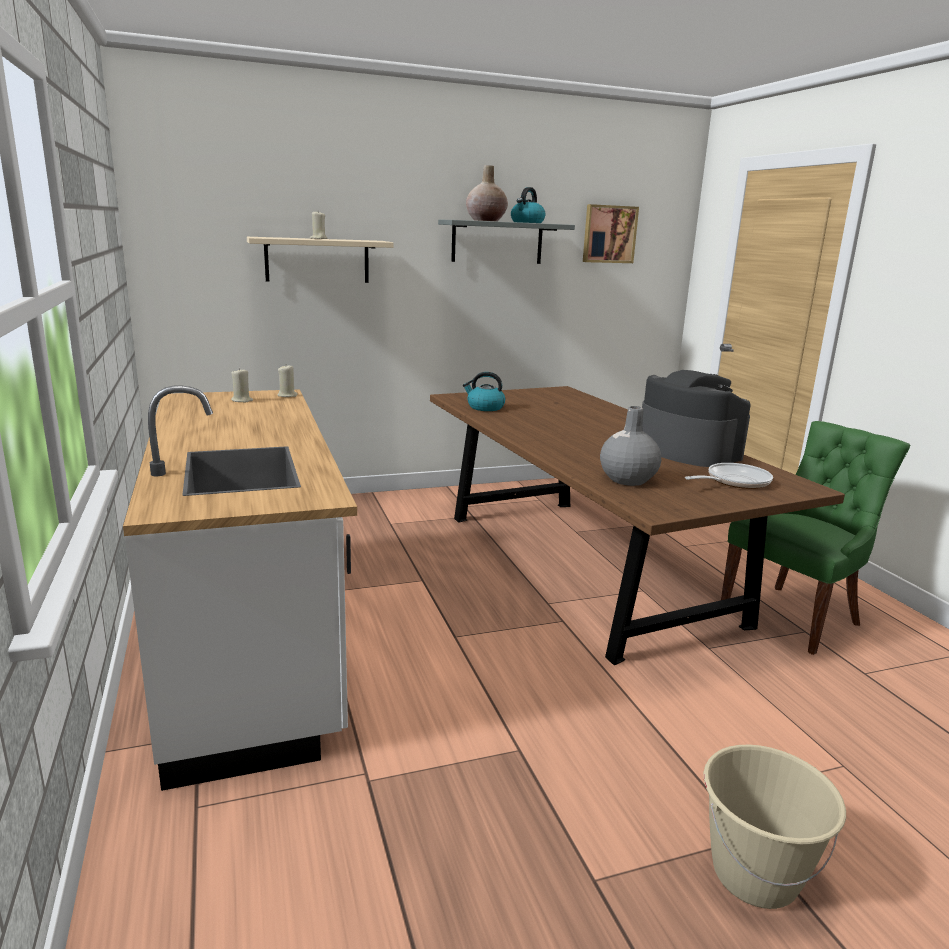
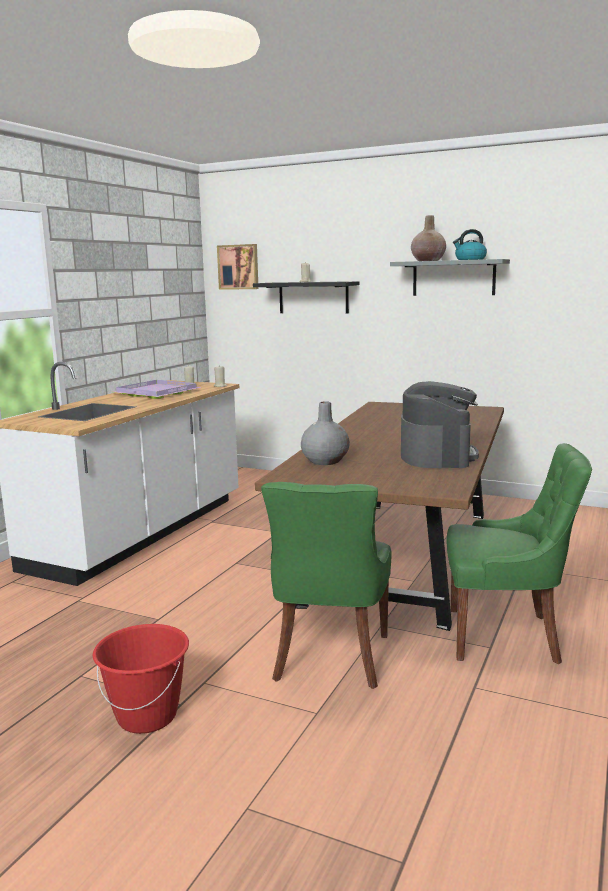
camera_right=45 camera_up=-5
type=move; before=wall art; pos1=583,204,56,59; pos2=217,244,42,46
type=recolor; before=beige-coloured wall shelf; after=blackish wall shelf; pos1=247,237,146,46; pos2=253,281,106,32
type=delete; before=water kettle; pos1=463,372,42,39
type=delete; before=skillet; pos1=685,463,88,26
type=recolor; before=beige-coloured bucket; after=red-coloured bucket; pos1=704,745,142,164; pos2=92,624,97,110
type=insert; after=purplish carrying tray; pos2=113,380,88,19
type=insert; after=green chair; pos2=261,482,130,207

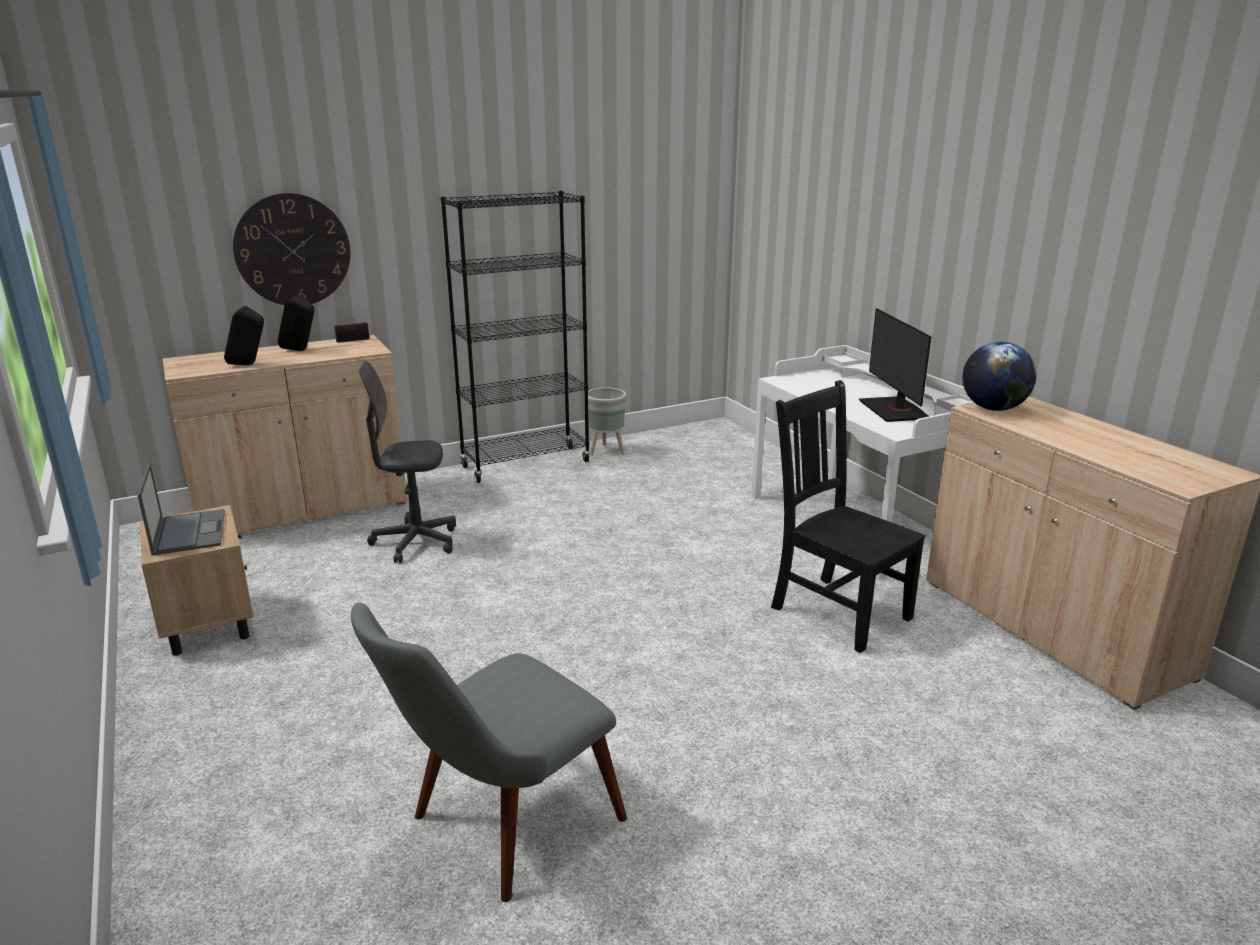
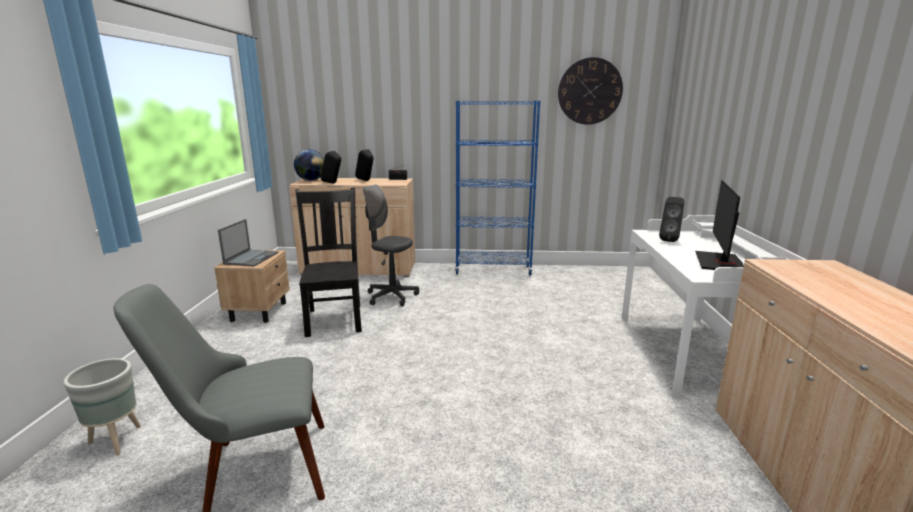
camera_right=30 camera_up=-5
type=recolor; before=blackish bookcase; after=blue-coloured bookcase; pos1=441,191,150,292; pos2=455,101,85,175
type=move; before=hanging clock; pos1=233,193,118,112; pos2=558,57,65,68
type=move; before=world globe; pos1=962,342,75,69; pos2=294,149,30,32
type=move; before=blackish chair; pos1=771,380,155,273; pos2=295,187,67,150
type=move; before=greyish plant pot; pos1=588,387,38,69; pos2=64,358,77,97
type=insert; after=blackish audio speaker; pos2=659,197,25,45

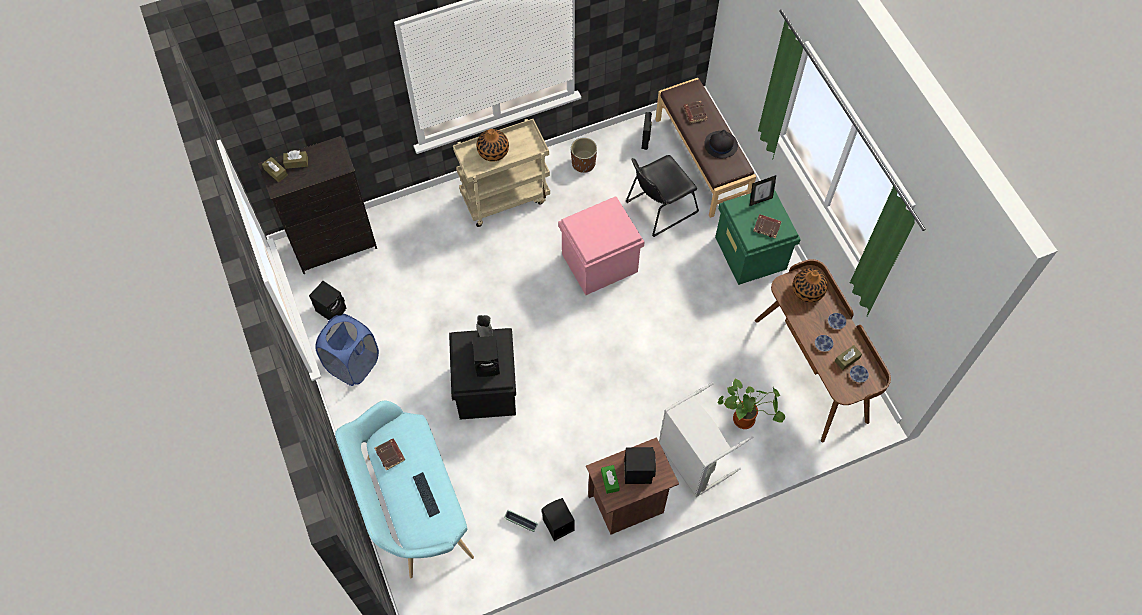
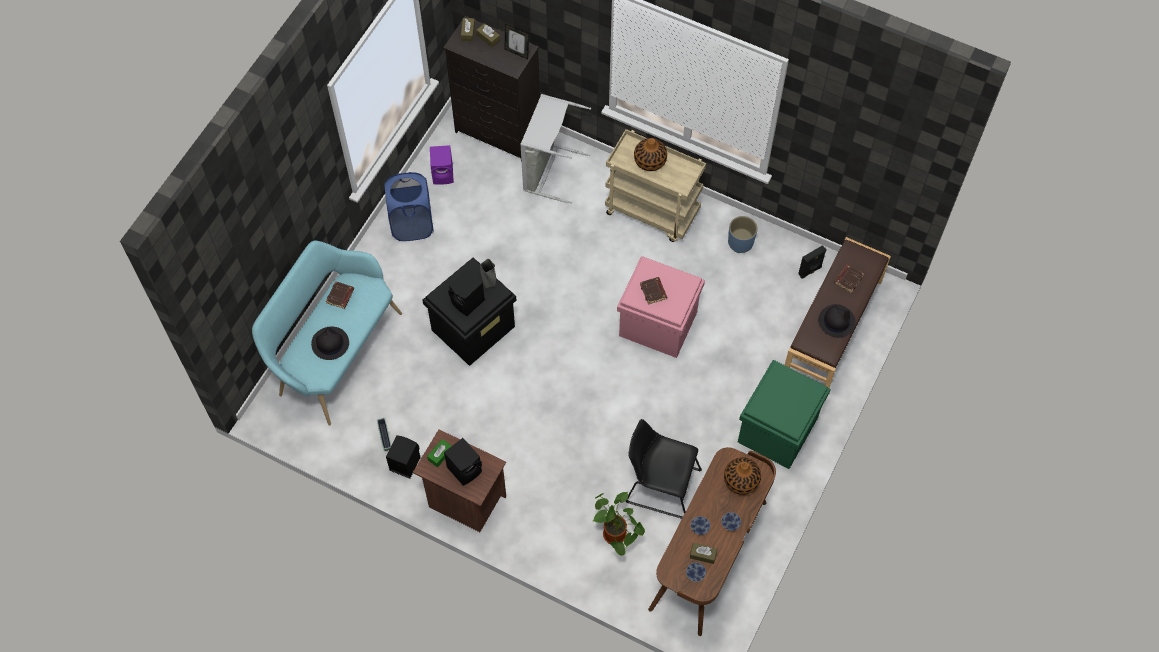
camera_right=50 camera_up=0
type=recolor; before=brown-coloured plant pot; after=blue-coloured plant pot; pos1=571,137,26,36; pos2=728,216,29,37
type=move; before=blackish chair; pos1=626,155,73,82; pos2=625,419,77,100
type=move; before=photo frame; pos1=749,175,27,31; pos2=504,24,25,35
type=move; before=brown-coloured bound book; pos1=753,214,29,24; pos2=640,277,27,28
type=recolor; before=blackish audio speaker; after=purplish audio speaker; pos1=309,281,37,39; pos2=430,145,24,40
type=move; before=greyish laundry basket; pos1=659,382,94,115; pos2=520,94,71,110
type=replace; before=keyboard; after=blackish hat; pos1=413,472,27,45; pos2=311,326,38,34

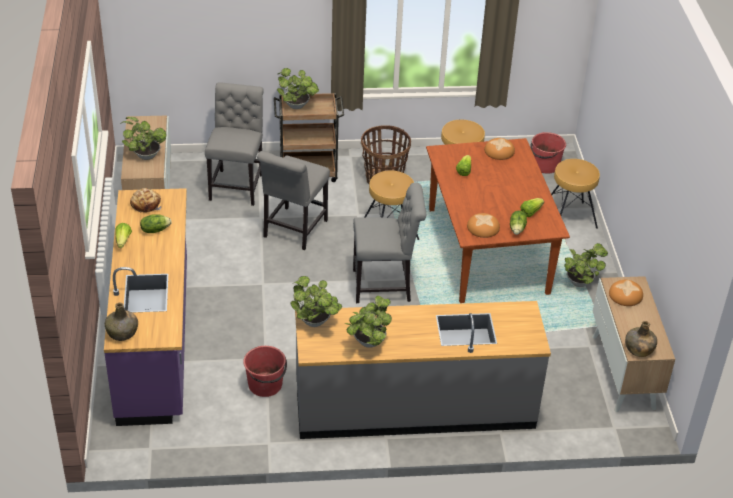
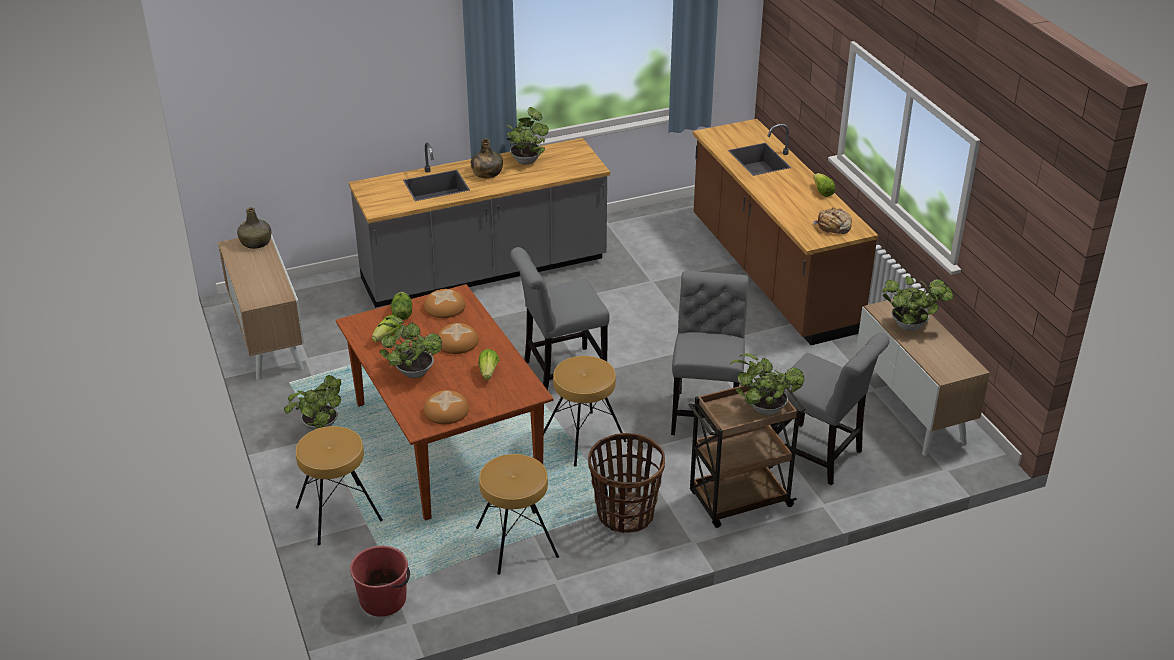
camera_right=165 camera_up=-5
type=rotate; before=greyish chair; pos1=205,82,59,124; pos2=771,333,119,152; turn=-45
type=recolor; before=purplish kitchen counter; after=brown-coloured kitchen counter; pos1=104,188,83,238; pos2=693,119,185,226
type=delete; before=lettuce; pos1=140,215,32,18
type=move; before=potted plant; pos1=290,276,52,51; pos2=378,317,64,61
type=move; before=bakery bread; pos1=609,280,34,26; pos2=438,323,41,31
type=move; before=green drink bottle; pos1=105,303,33,38; pos2=471,139,32,39
type=delete; before=red-coloured bucket; pos1=243,346,44,51

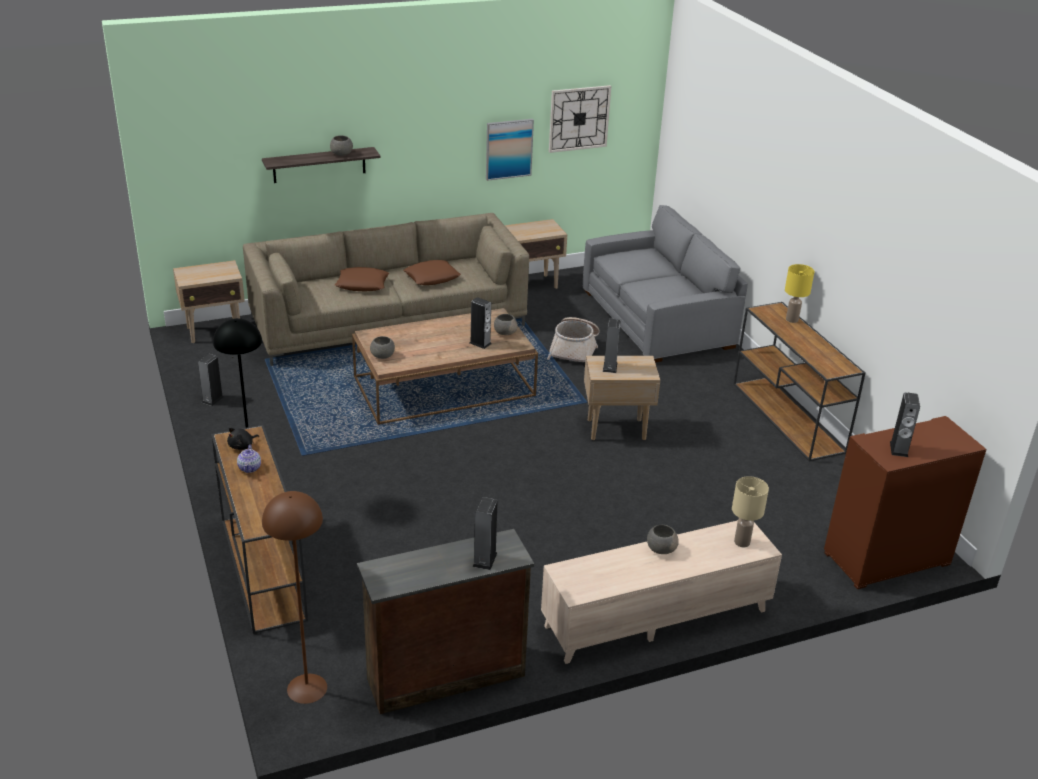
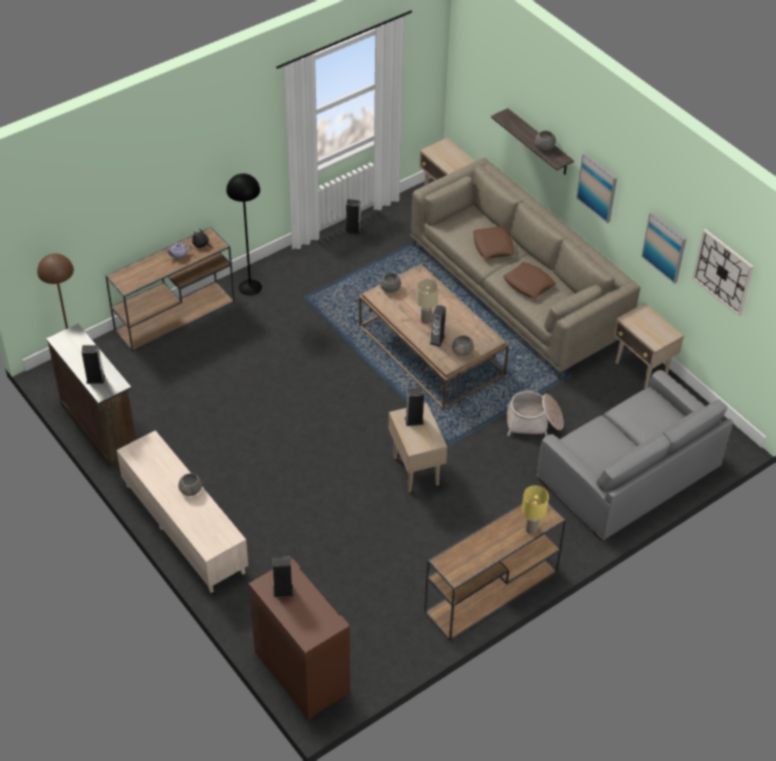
camera_right=75 camera_up=15
type=move; before=beige-coloured lamp for a table; pos1=732,476,37,71; pos2=416,279,23,45
type=insert; after=wall art; pos2=576,153,41,70

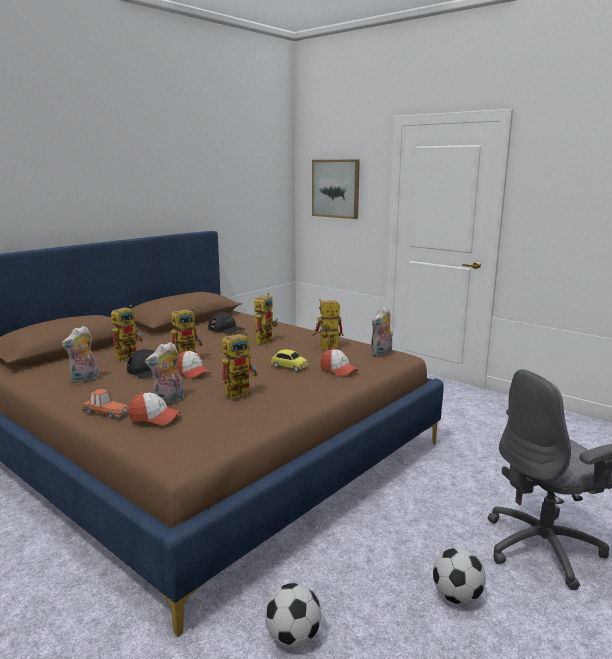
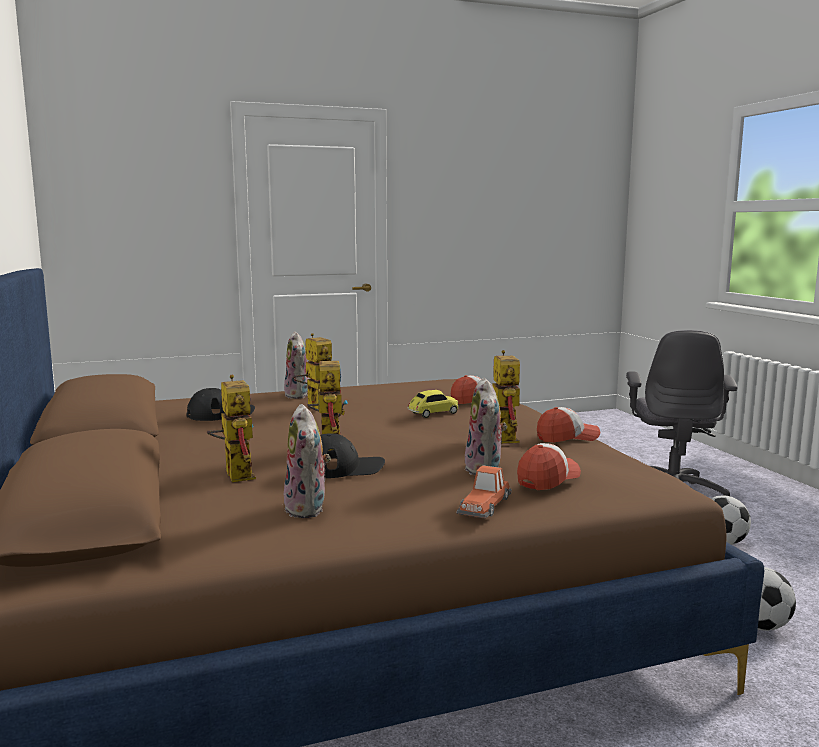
camera_right=-60 camera_up=-5
type=delete; before=wall art; pos1=312,160,48,59
type=delete; before=toy robot; pos1=312,299,32,50
type=move; before=cuddly toy; pos1=370,306,23,51; pos2=283,331,26,68
type=move; before=cap; pos1=177,350,33,29; pos2=537,407,63,36
type=rotate; before=miniature car; pos1=82,389,47,30; pos2=456,465,56,54; turn=150

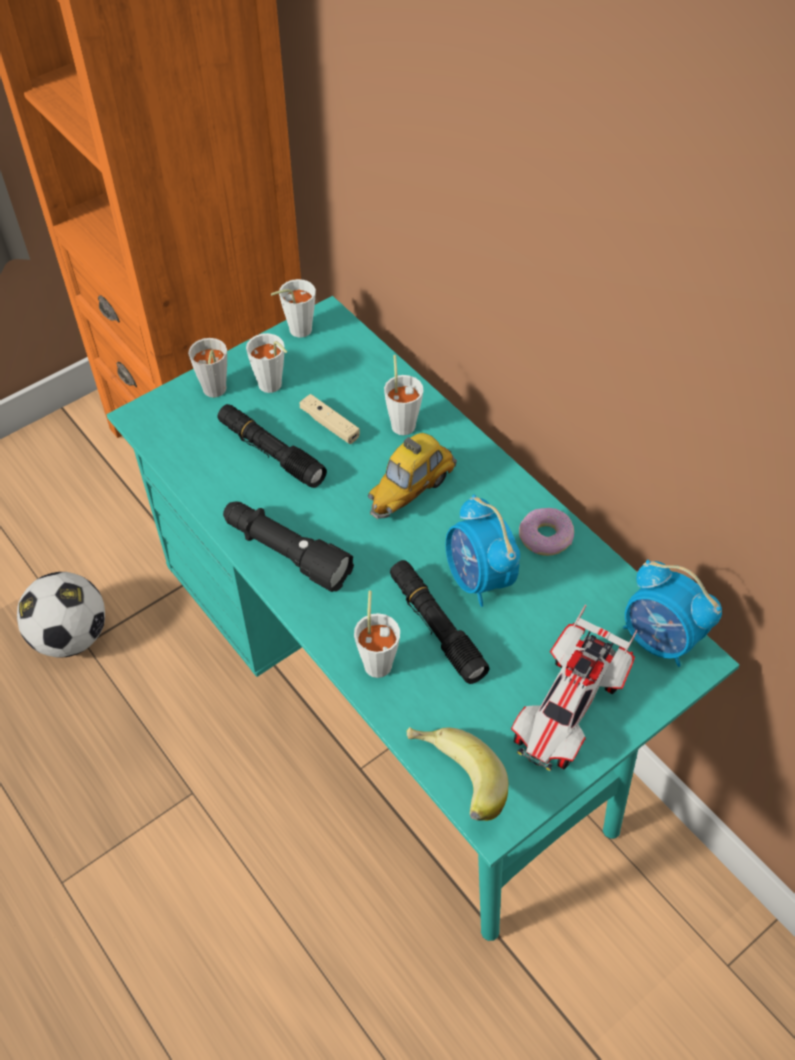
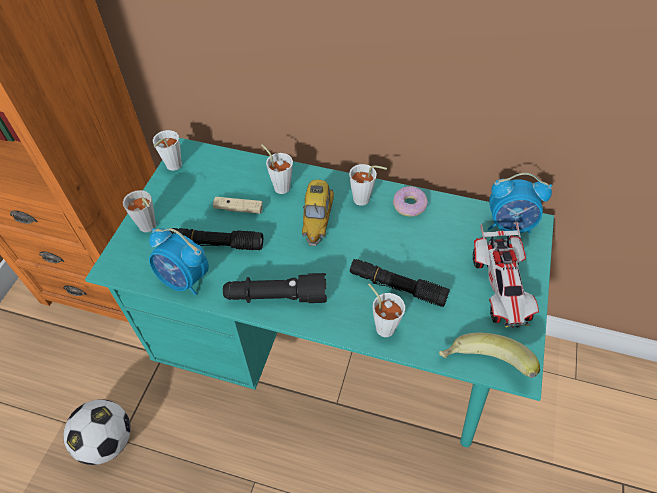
camera_right=-35 camera_up=0
type=move; before=white-coloured cup; pos1=246,333,41,60; pos2=349,164,38,42
type=move; before=alarm clock; pos1=445,494,75,113; pos2=149,228,60,67

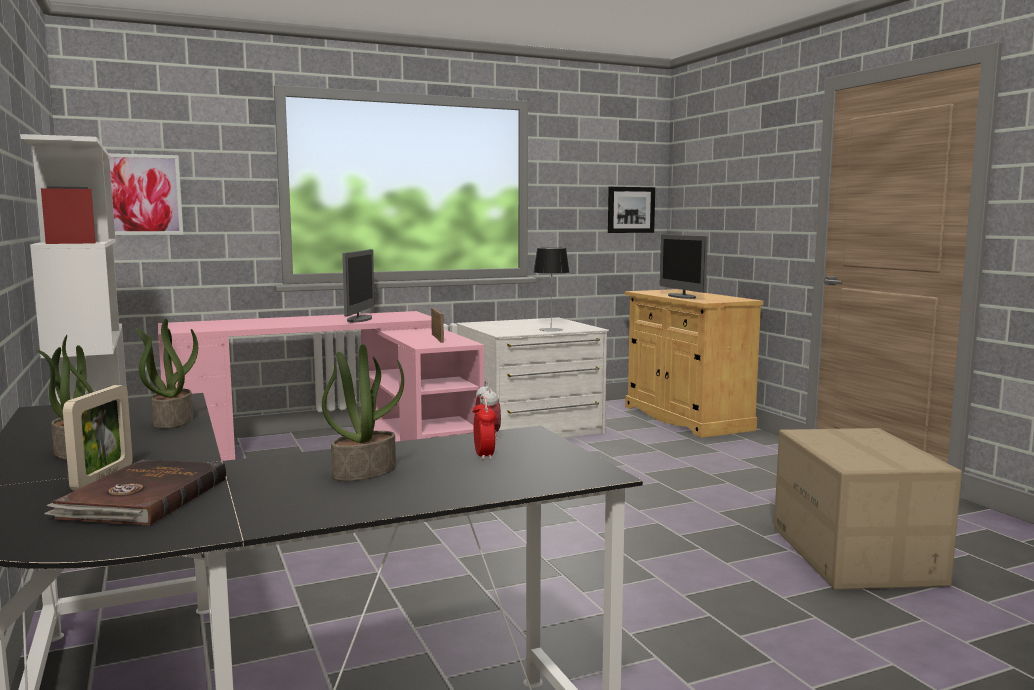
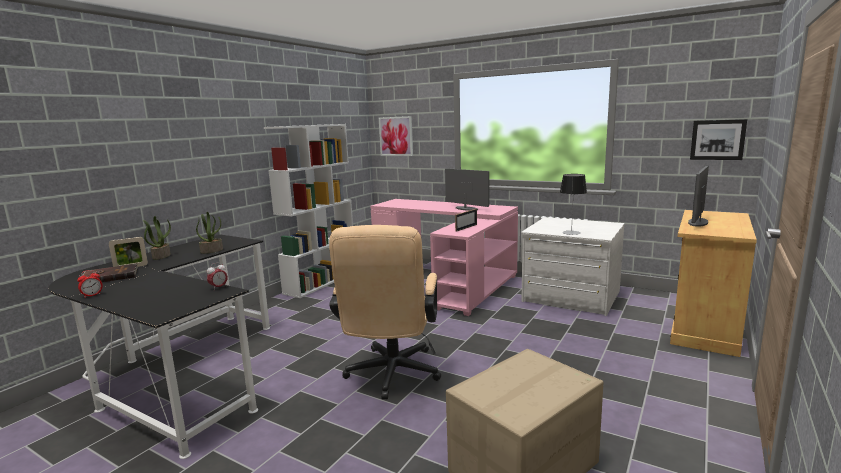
camera_right=55 camera_up=5
type=rotate; before=computer display; pos1=342,249,33,74; pos2=445,168,44,43; turn=-105
type=delete; before=potted plant; pos1=322,344,82,137
type=move; before=alarm clock; pos1=473,396,23,65; pos2=77,270,26,28
type=insert; after=beige-coloured computer chair; pos2=329,225,112,174

